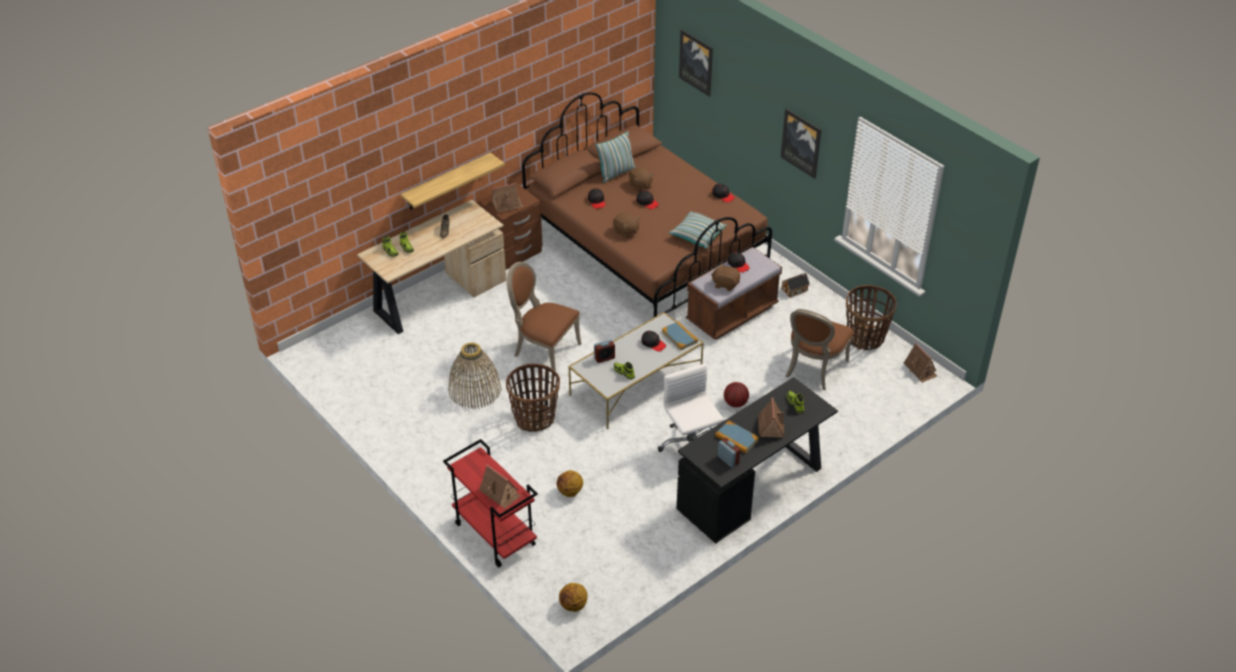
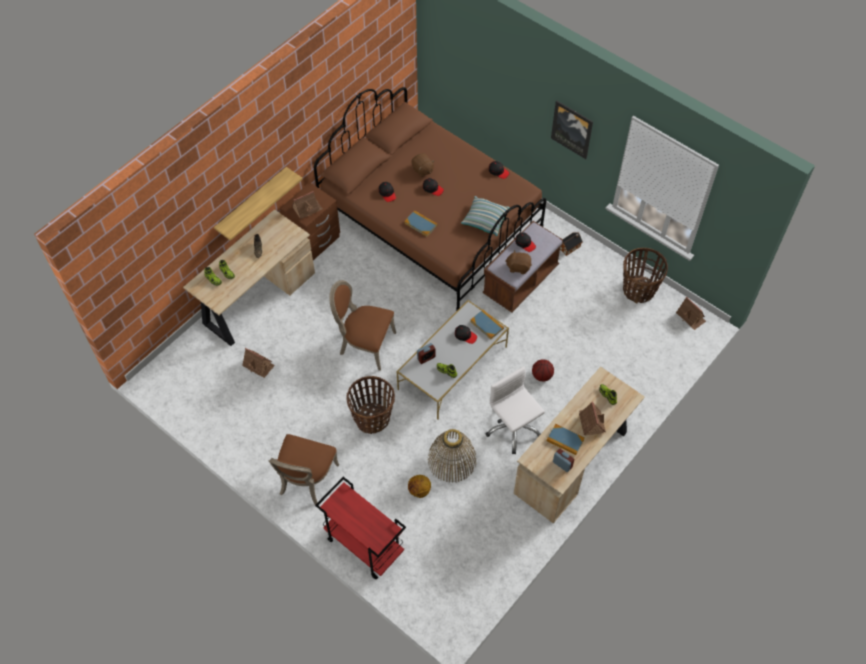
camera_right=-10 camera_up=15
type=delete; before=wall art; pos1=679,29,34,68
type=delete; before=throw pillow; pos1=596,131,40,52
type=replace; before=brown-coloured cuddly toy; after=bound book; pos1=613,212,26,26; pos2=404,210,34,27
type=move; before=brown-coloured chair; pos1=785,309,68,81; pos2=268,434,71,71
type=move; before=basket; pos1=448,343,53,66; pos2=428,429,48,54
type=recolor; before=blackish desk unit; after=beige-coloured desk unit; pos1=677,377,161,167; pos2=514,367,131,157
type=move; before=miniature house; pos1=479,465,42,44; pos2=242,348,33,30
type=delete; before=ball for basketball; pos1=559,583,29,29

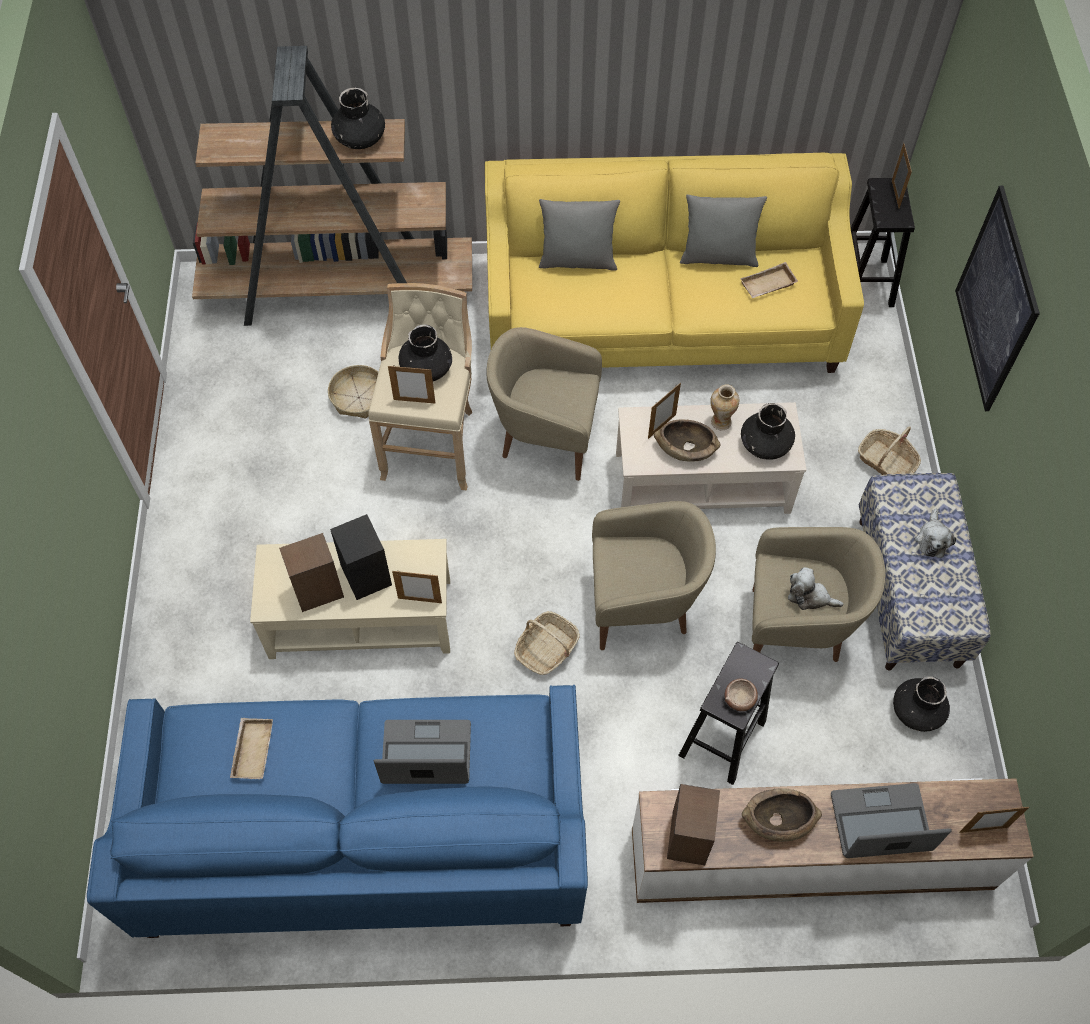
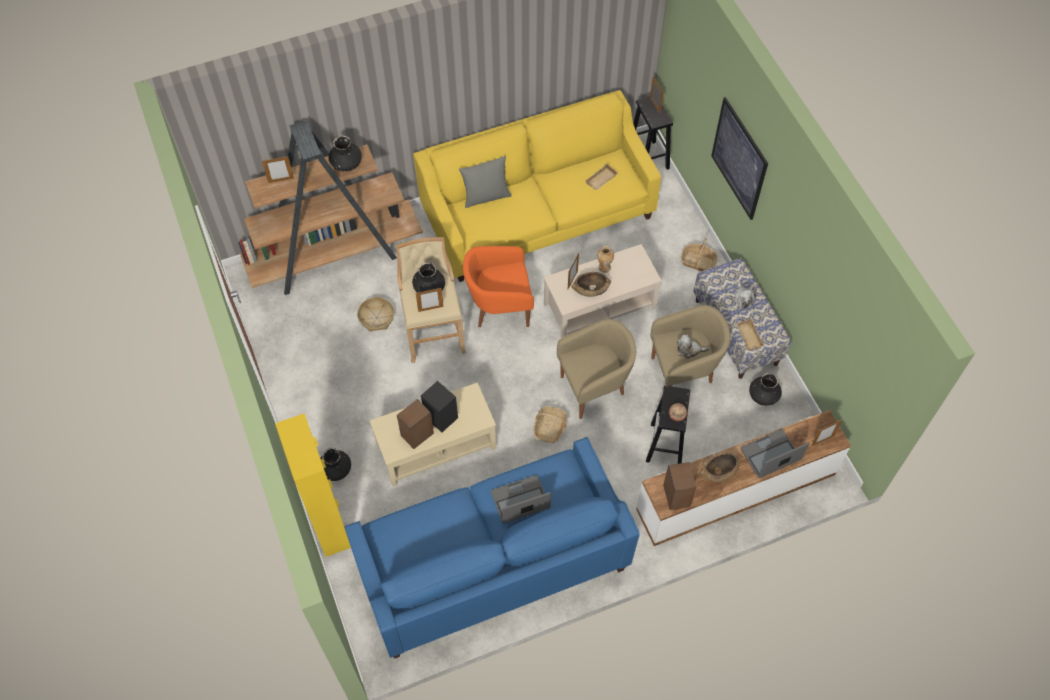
camera_right=-20 camera_up=0
type=delete; before=greyish throw pillow; pos1=680,194,87,73
type=recolor; before=beige-coloured lounge chair; after=orange lounge chair; pos1=486,327,116,154; pos2=463,246,71,81
type=move; before=blackish flower vase; pos1=741,403,54,57; pos2=320,448,31,33
type=move; before=photo frame; pos1=392,570,50,33; pos2=262,156,32,27
type=move; before=beige-coloured carrying tray; pos1=230,718,43,61; pos2=735,319,29,31
type=insert; after=yellowish cupboard; pos2=275,413,76,144

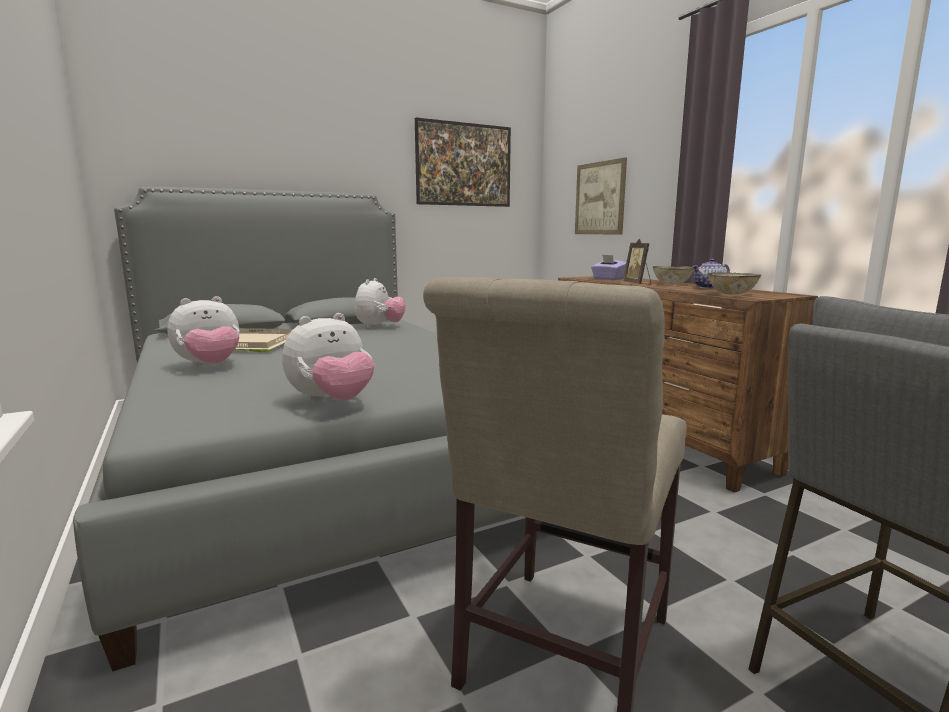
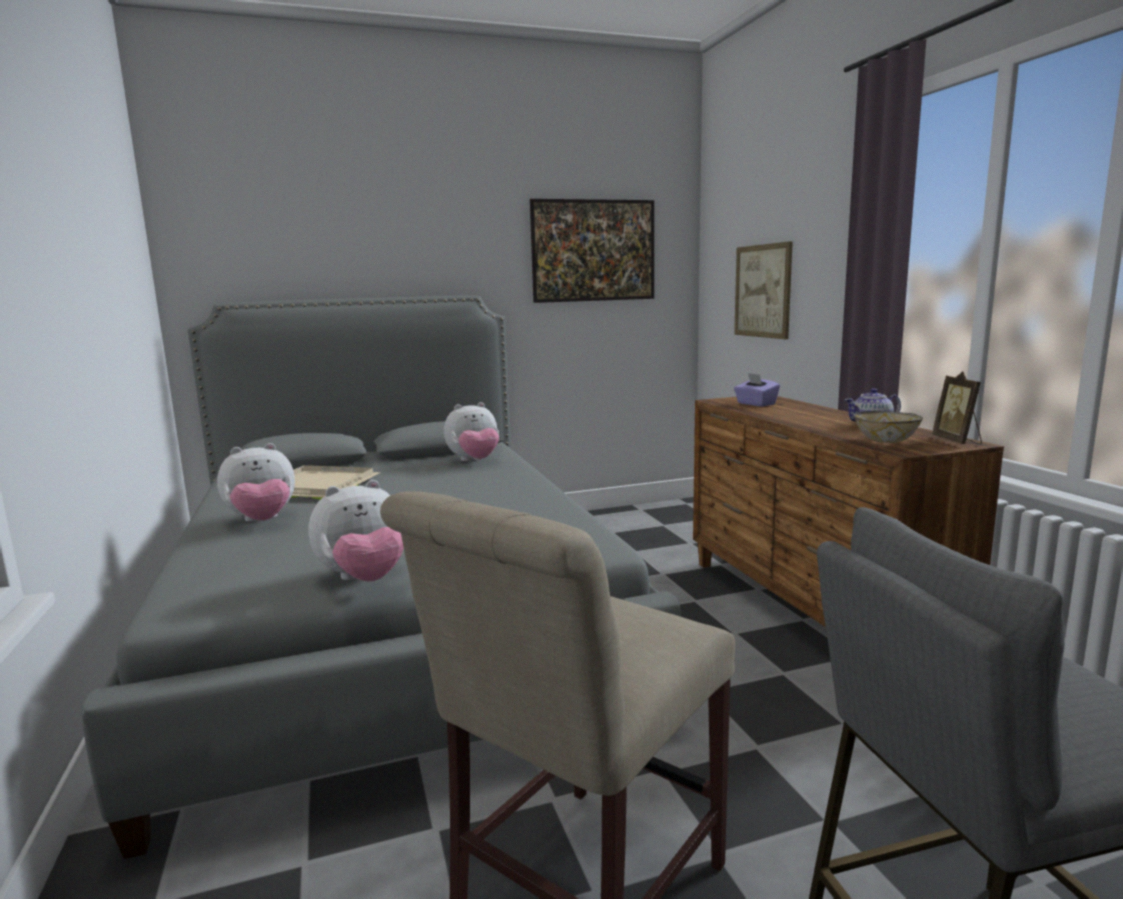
camera_right=10 camera_up=0
type=move; before=photo frame; pos1=623,238,28,47; pos2=932,371,50,73
type=delete; before=serving bowl; pos1=653,266,41,18
type=rotate; before=cuddly toy; pos1=355,278,51,51; pos2=444,402,55,59; turn=45

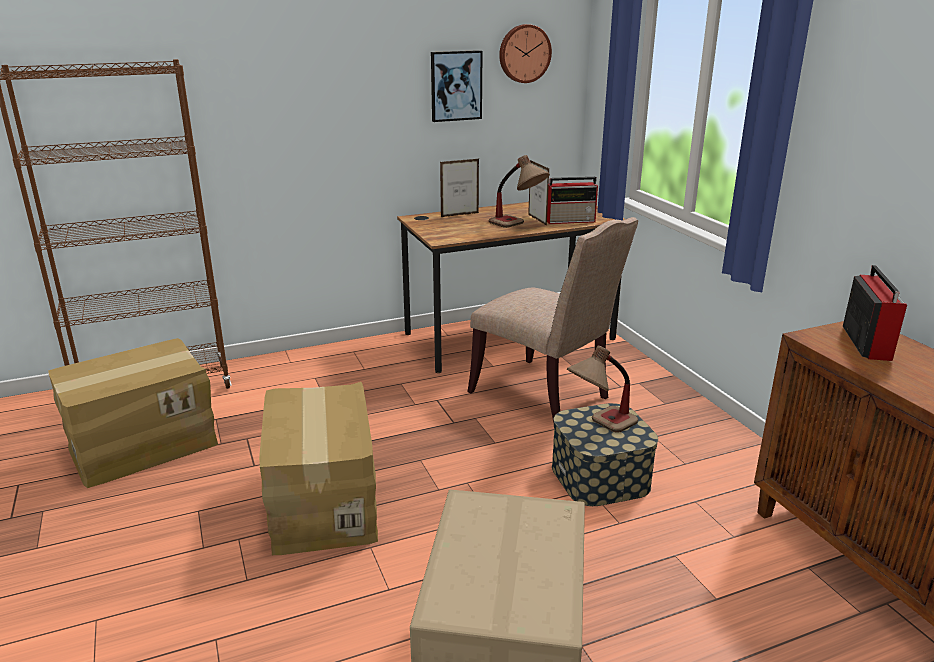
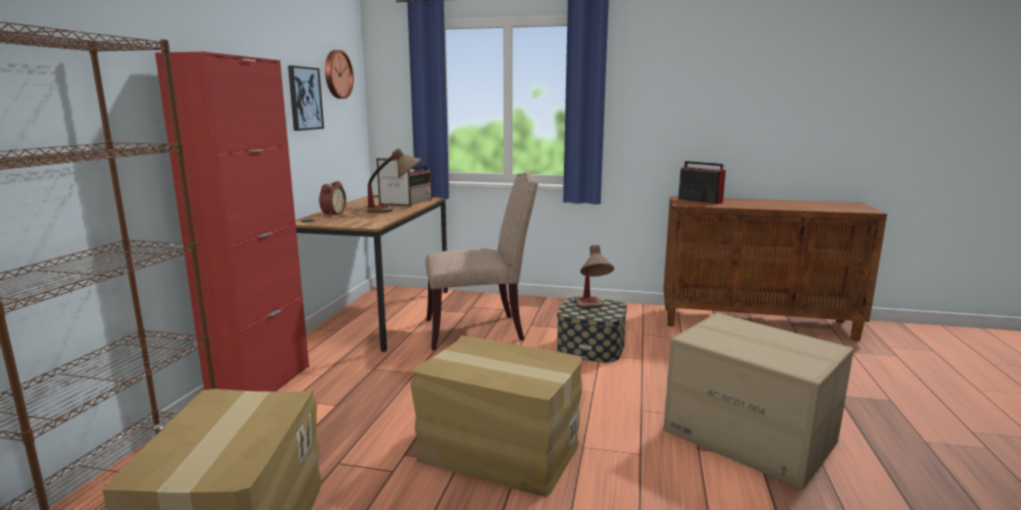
camera_right=-55 camera_up=-10
type=replace; before=photo frame; after=alarm clock; pos1=440,159,39,58; pos2=319,181,27,35
type=insert; after=red-coloured cupboard; pos2=155,52,154,340

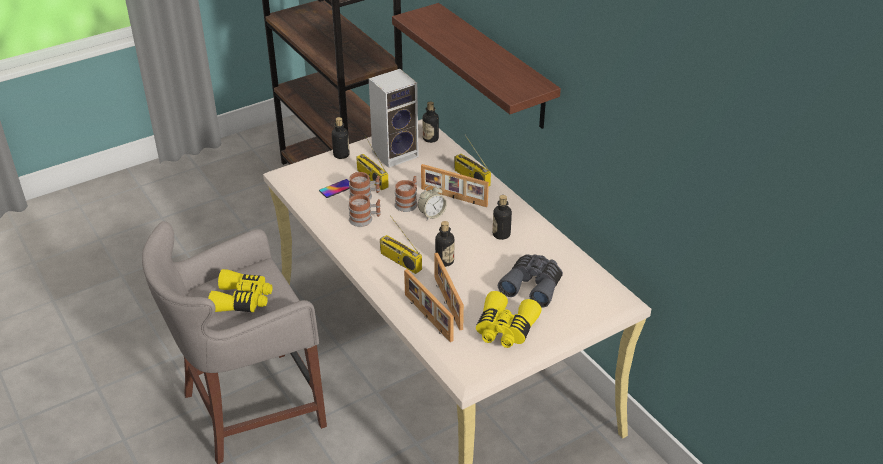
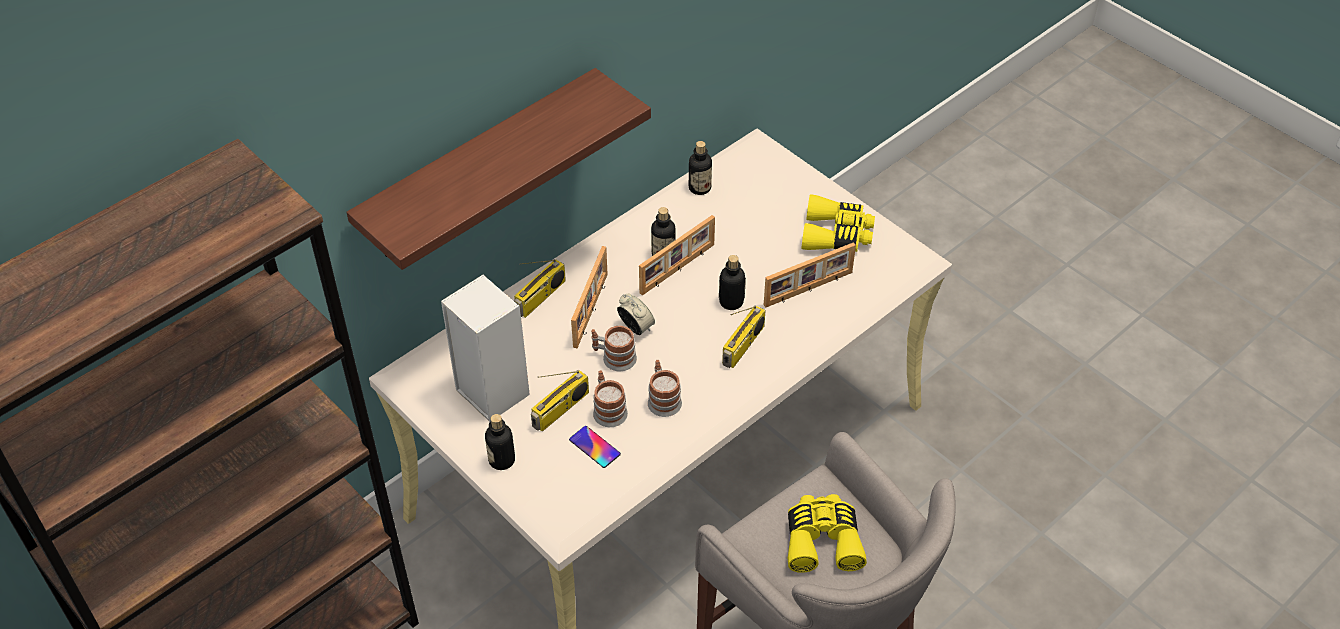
camera_right=-100 camera_up=10
type=move; before=drink bottle; pos1=423,102,16,41; pos2=689,141,23,54
type=delete; before=greyish pair of binoculars; pos1=498,254,65,54
type=move; before=photo frame; pos1=404,269,50,73; pos2=639,215,76,81

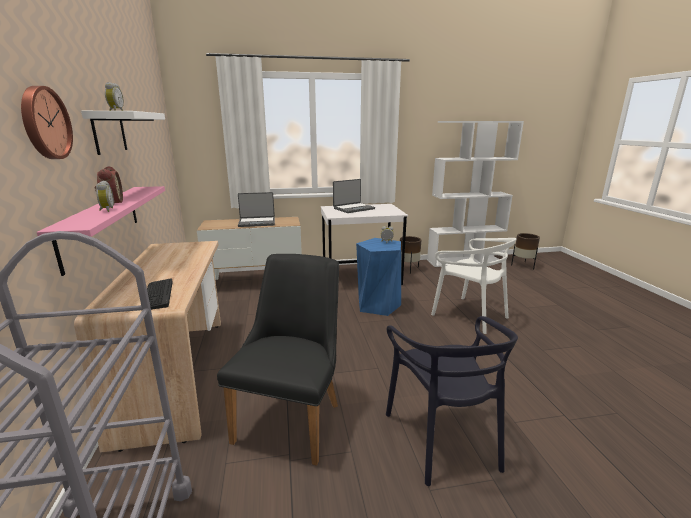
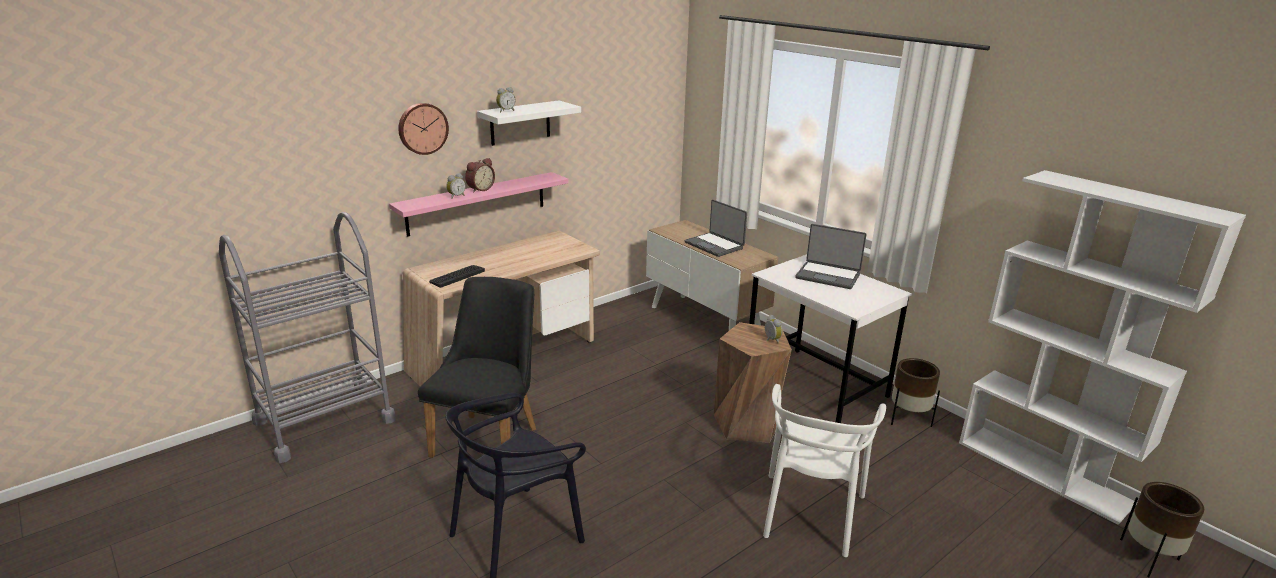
camera_right=60 camera_up=5
type=recolor; before=blue-coloured stool; after=brown-coloured stool; pos1=356,238,45,78; pos2=714,322,78,121
type=rotate; before=blackish chair; pos1=217,254,122,212; pos2=418,277,118,181; turn=-60

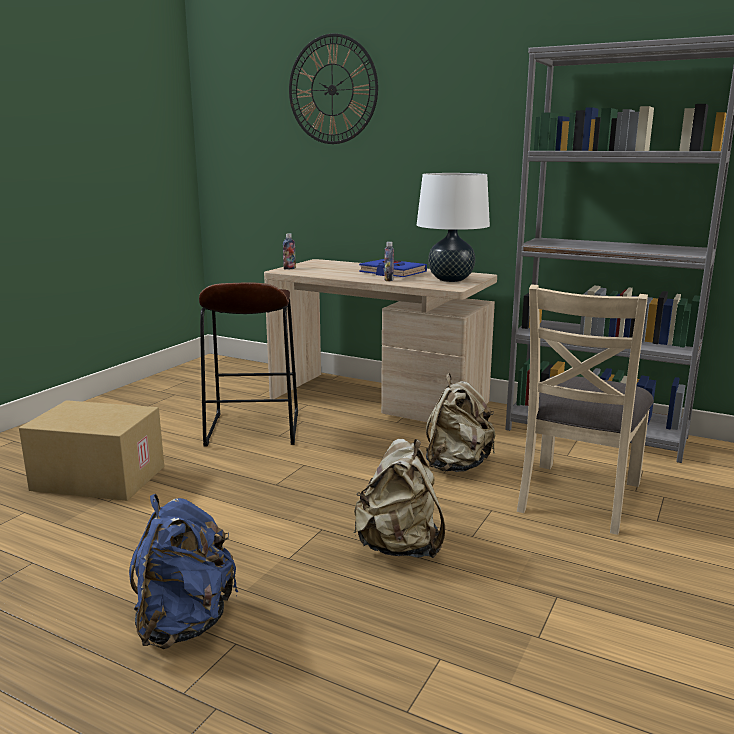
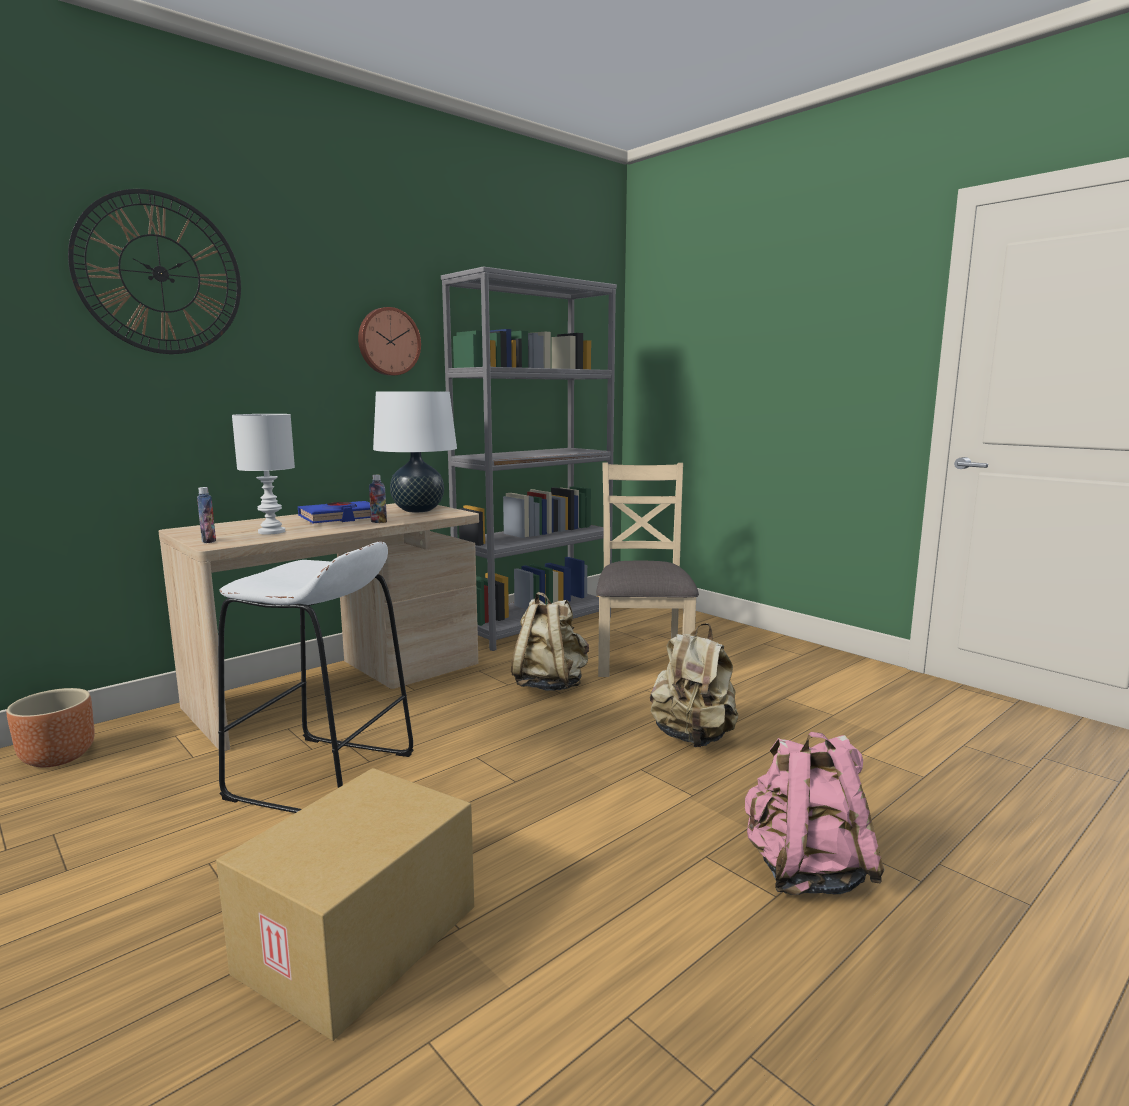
camera_right=-70 camera_up=-5
type=recolor; before=brown-coloured stool; after=white-coloured stool; pos1=199,282,99,165; pos2=218,542,195,271
type=rotate; before=beige-coloured chair; pos1=517,284,137,251; pos2=596,463,103,214; turn=-135
type=recolor; before=blue-coloured rucksack; after=pinkish rucksack; pos1=129,494,110,155; pos2=745,732,140,163
type=insert; after=hanging clock; pos2=358,307,63,69
type=insert; after=white-coloured lamp for a table; pos2=232,414,63,121
type=insert; after=brown-coloured plant pot; pos2=6,688,88,79

